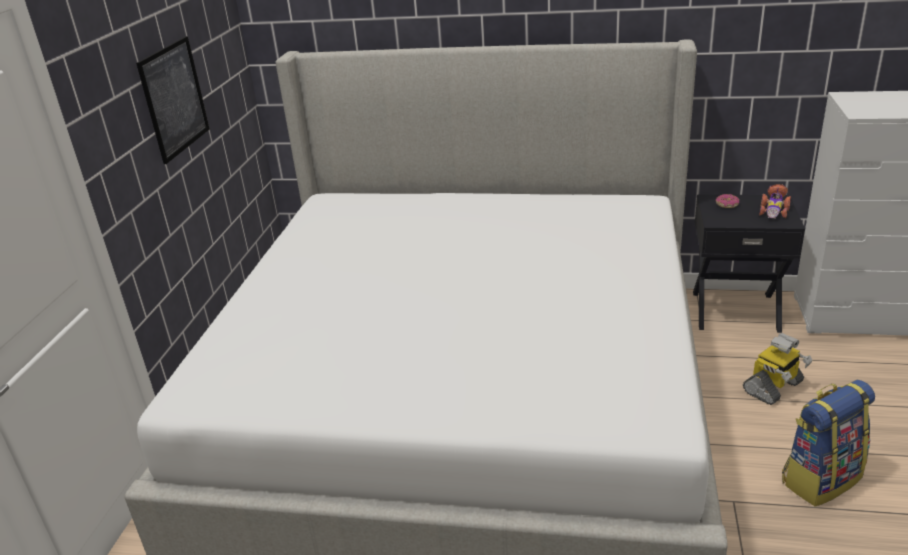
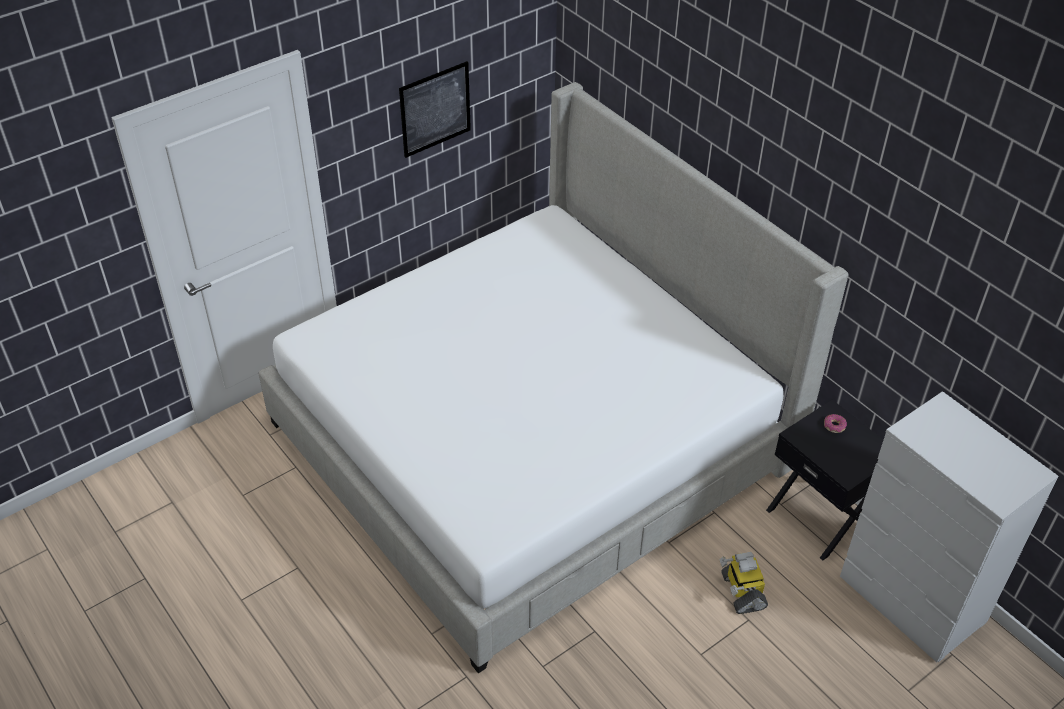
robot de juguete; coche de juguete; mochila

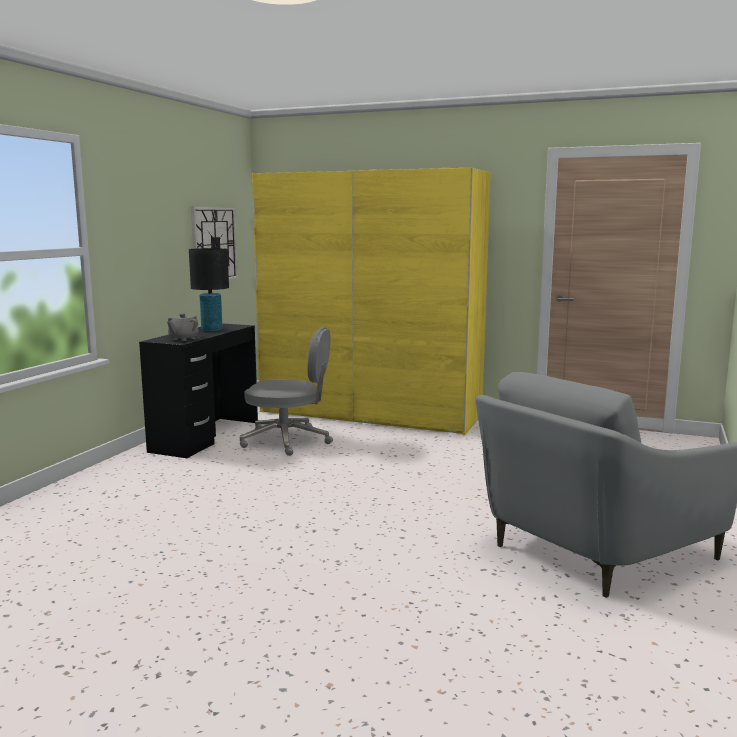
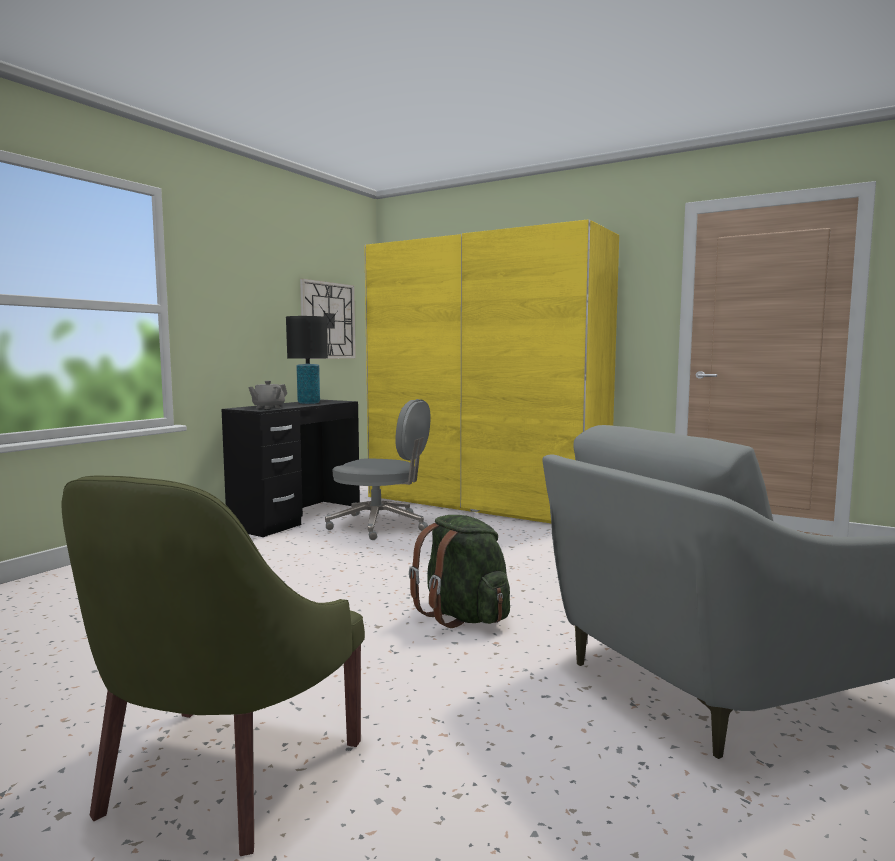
sillón [verde]; mochila [verde]

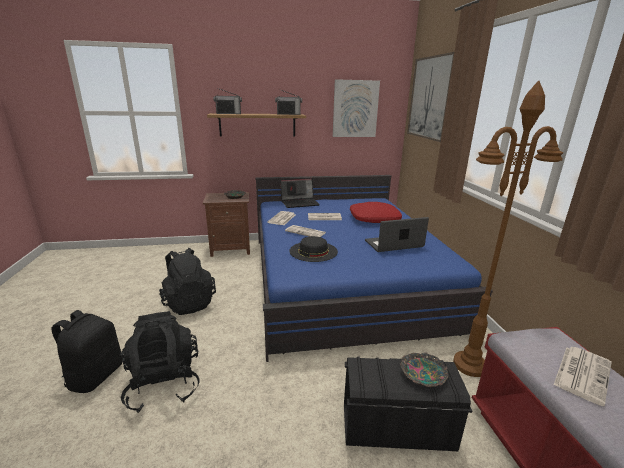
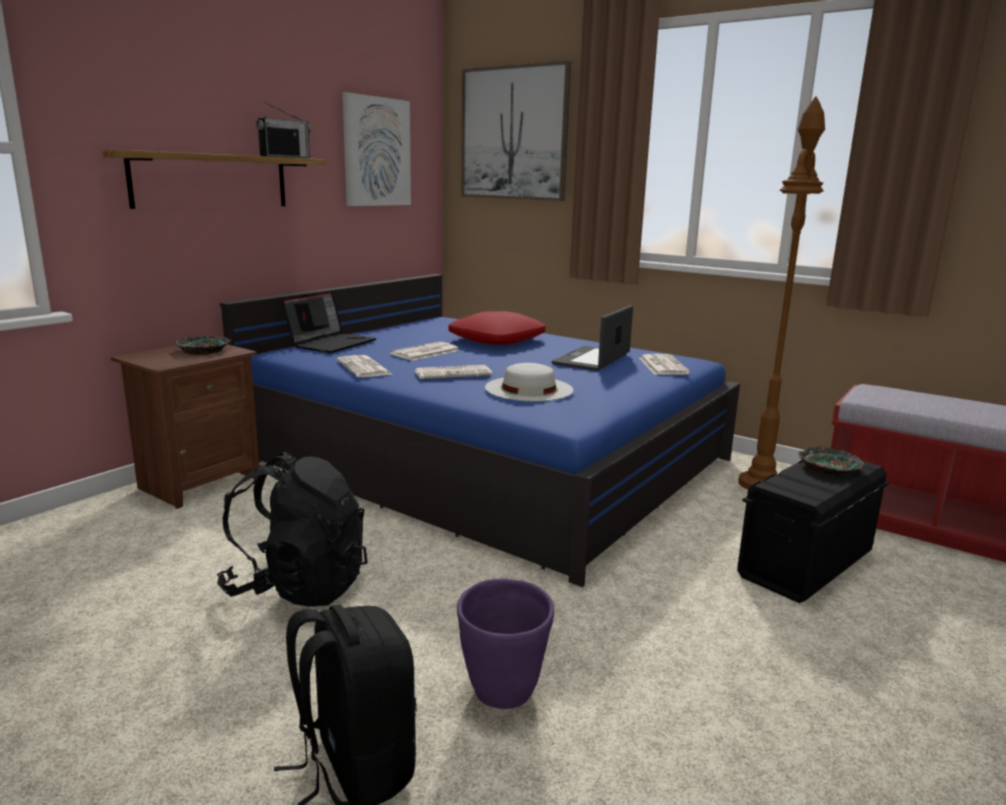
maceta [morado]; radio (no. 1 from left in the first image); sombrero [blanco]; periódico (no. 4 from left)

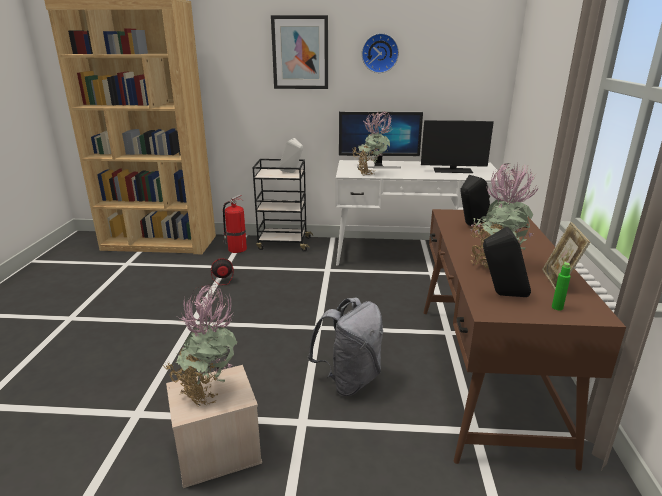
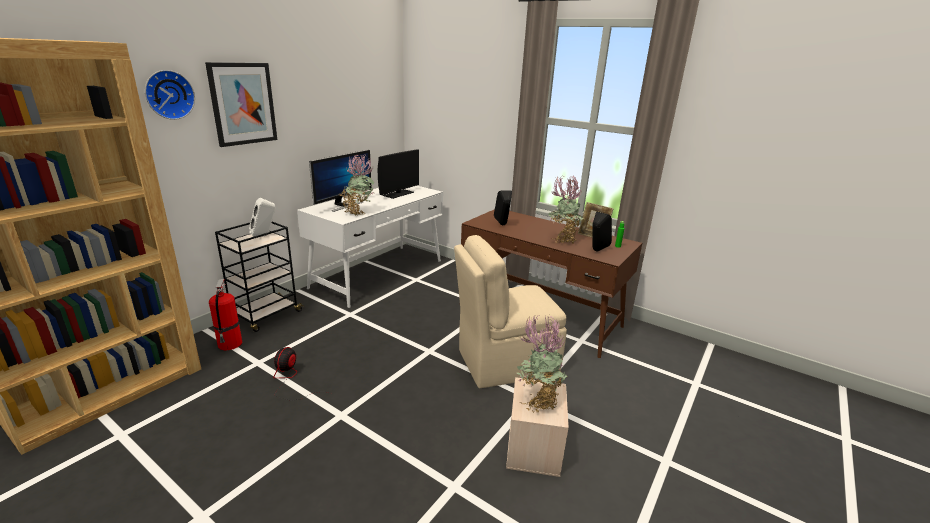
silla [beis]; reloj de pared

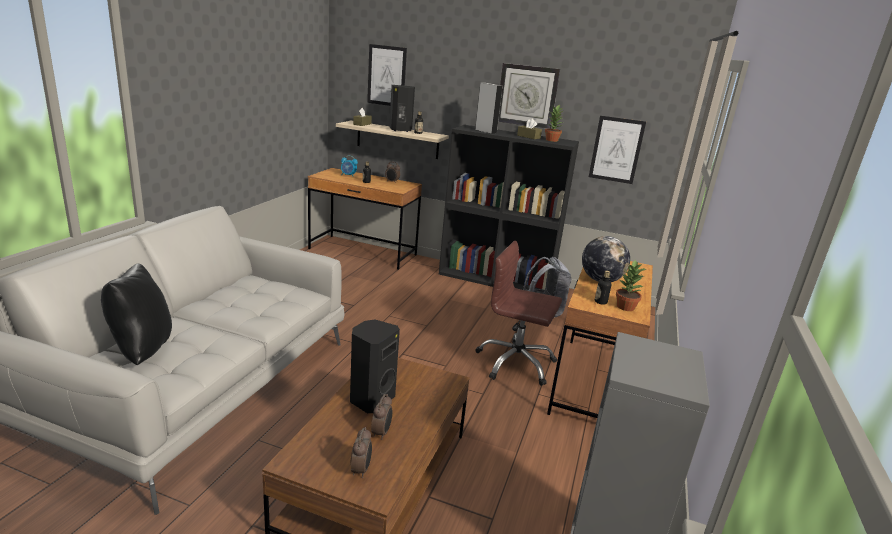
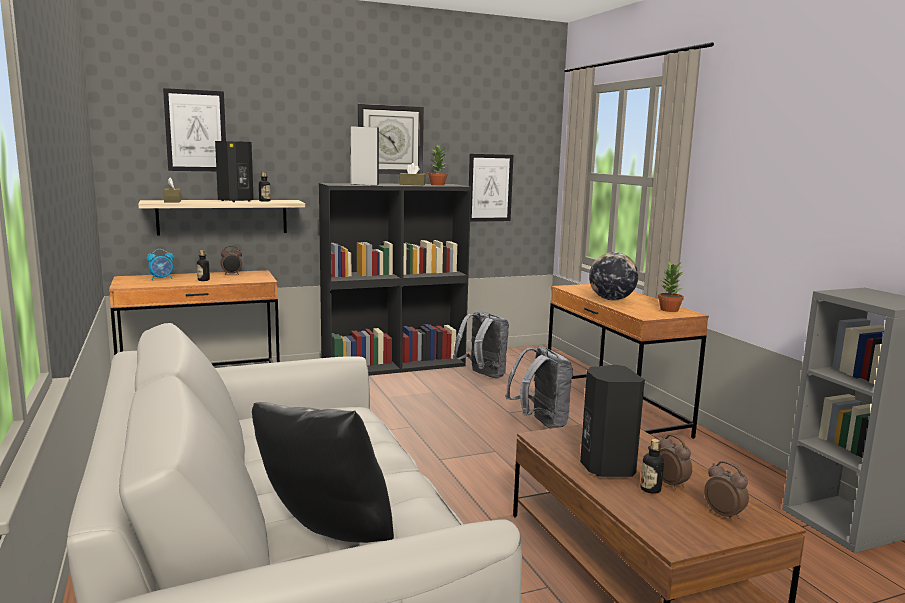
mochila [gris] (no. 2 from left); botella (no. 3 from left)

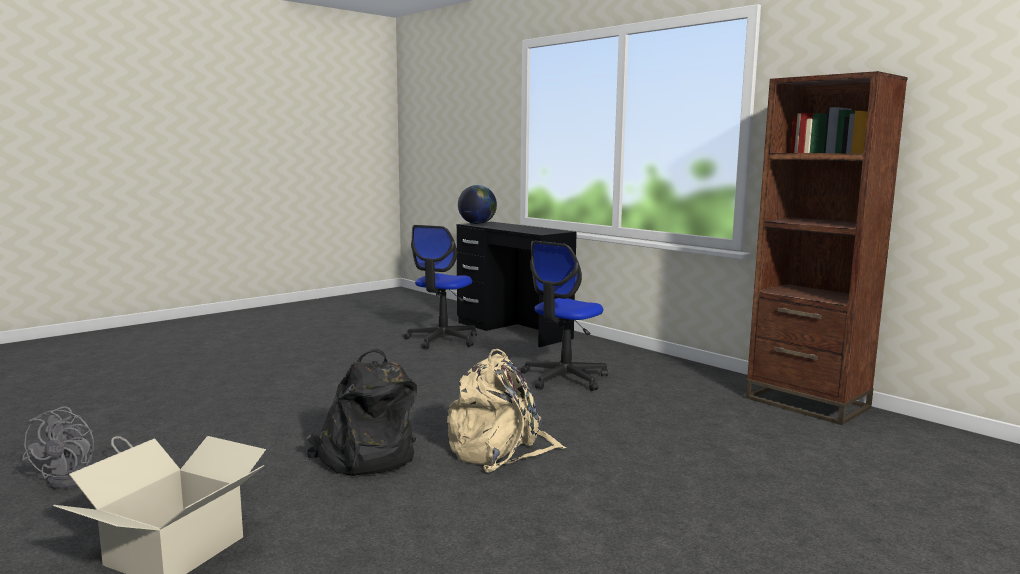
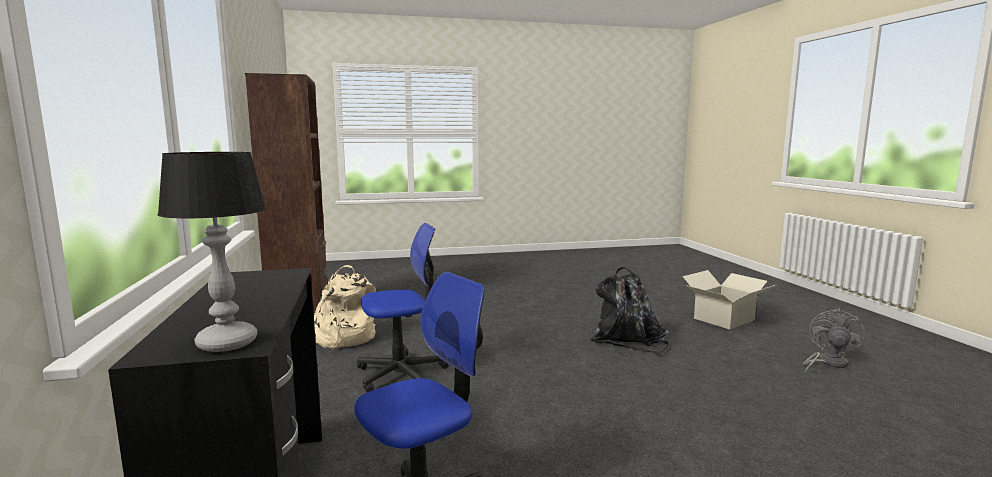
mochila [beis]; lámpara de mesa

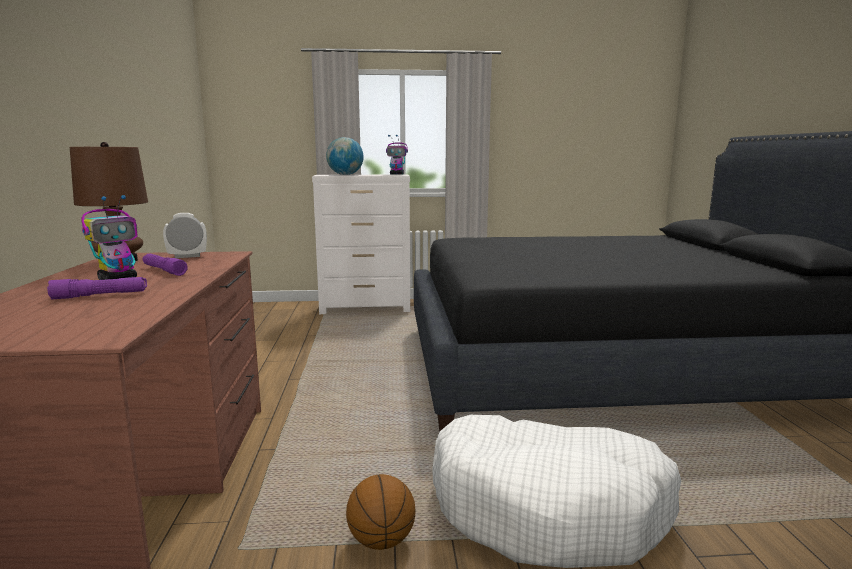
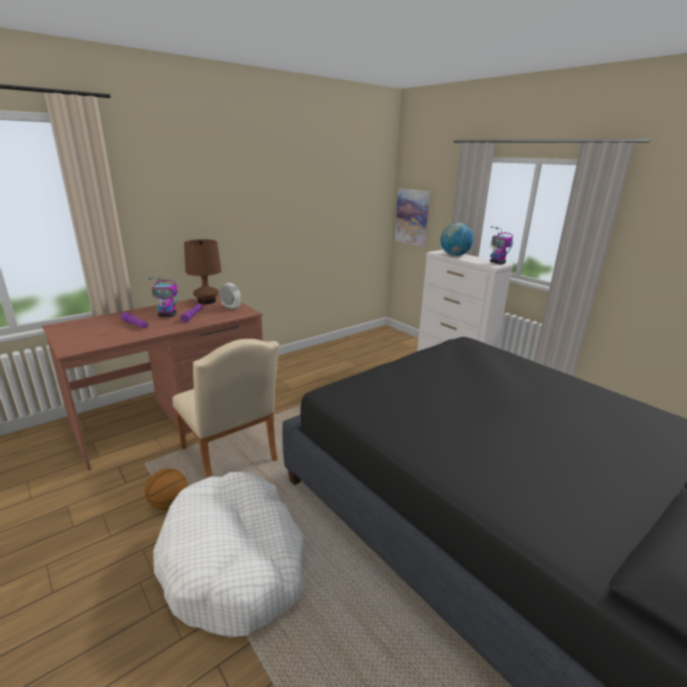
silla [beis]; cuadro

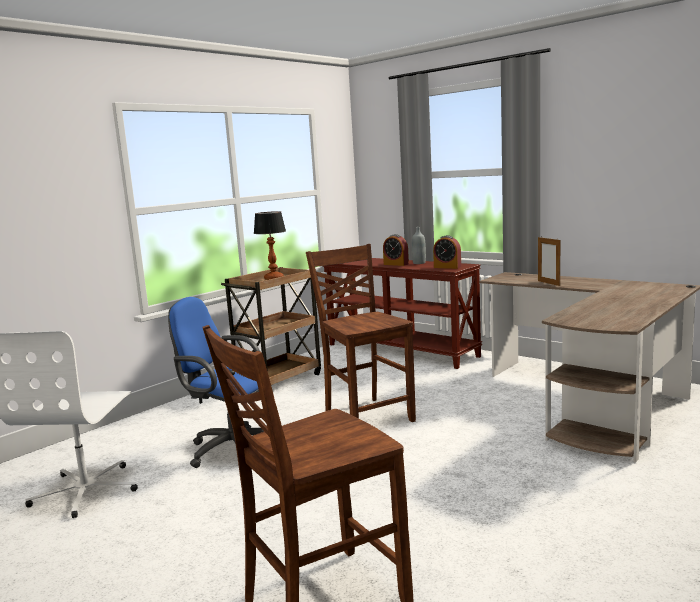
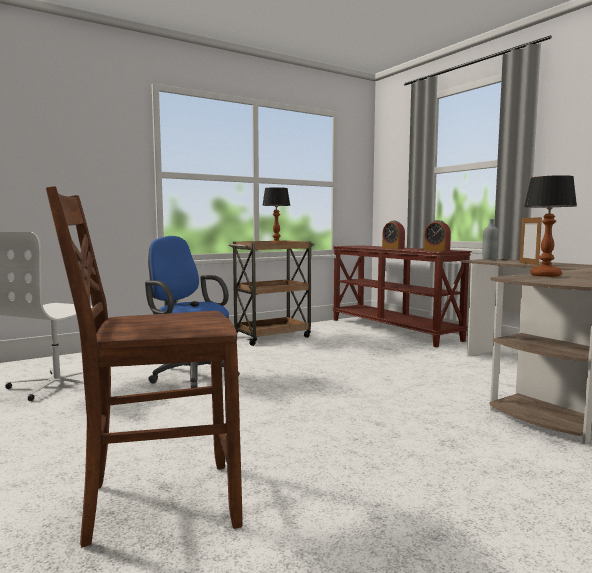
silla [marrón] (no. 2 from left in the first image); botella [gris]; lámpara de mesa (no. 2 from left)

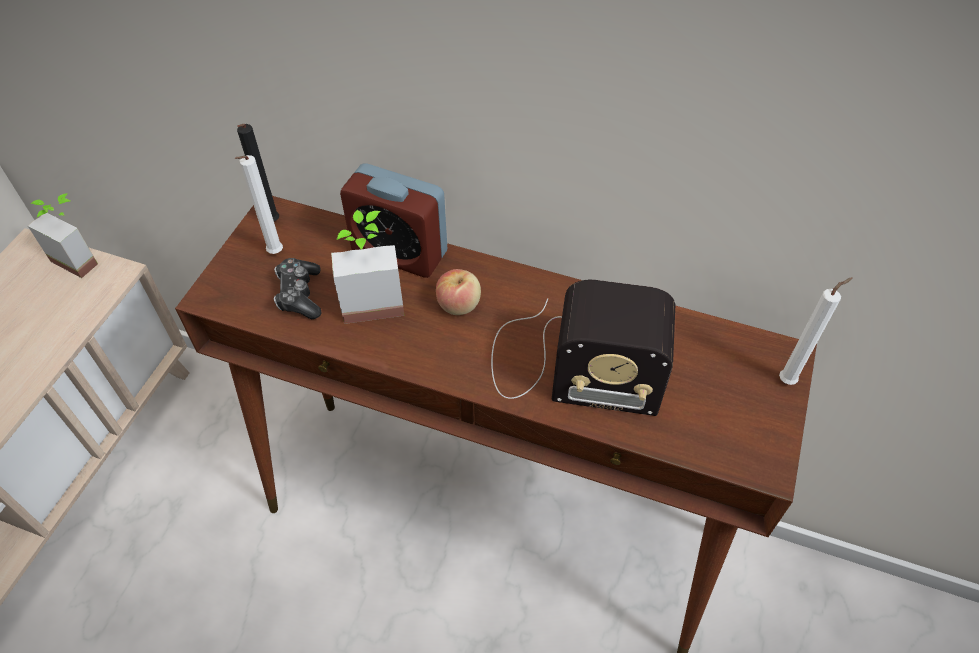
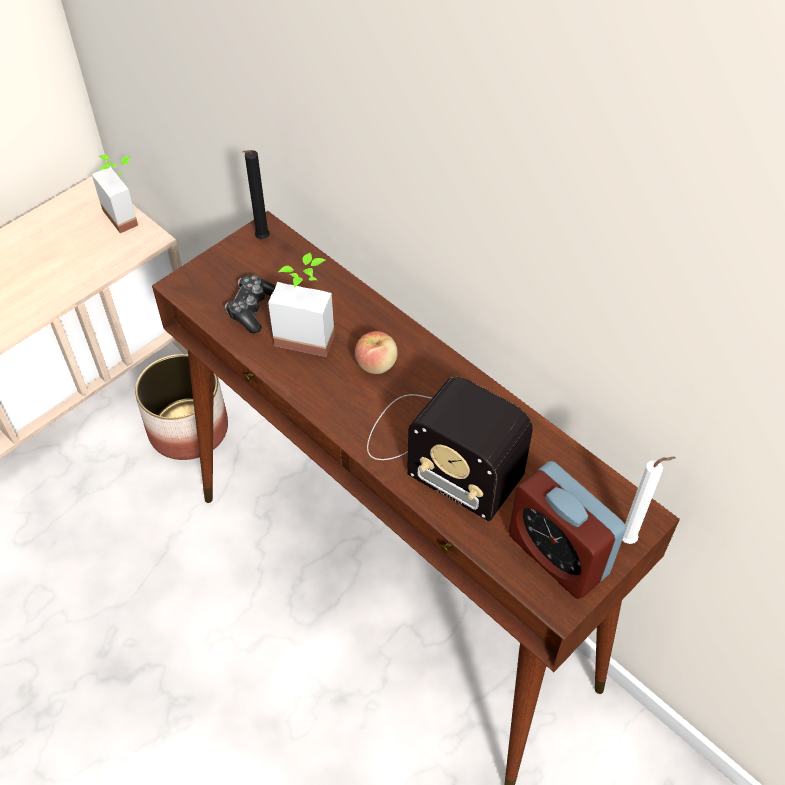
vela [blanco] (no. 1 from left in the first image); despertador; maceta

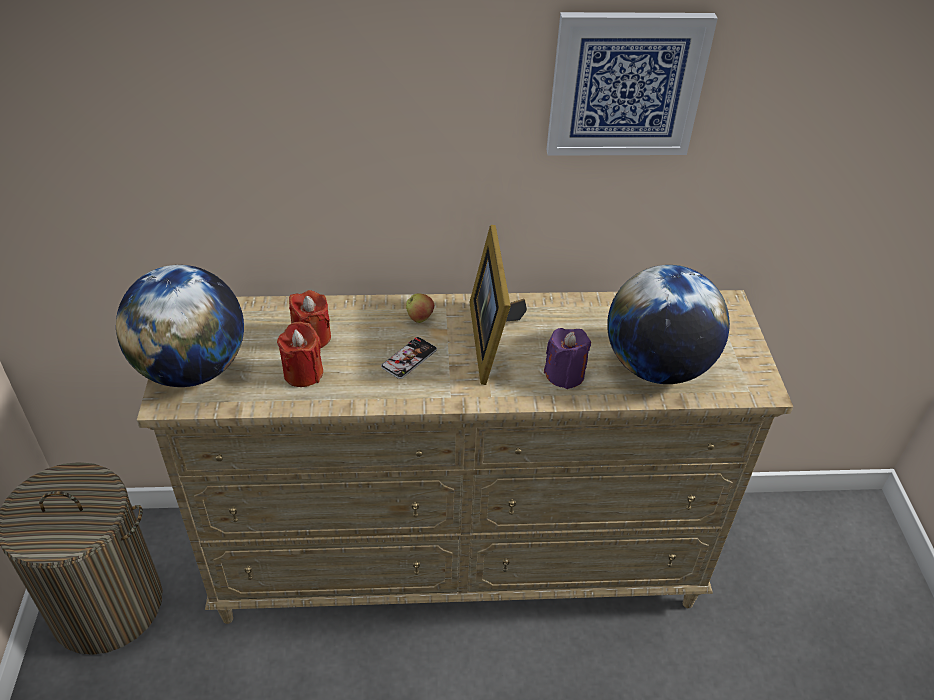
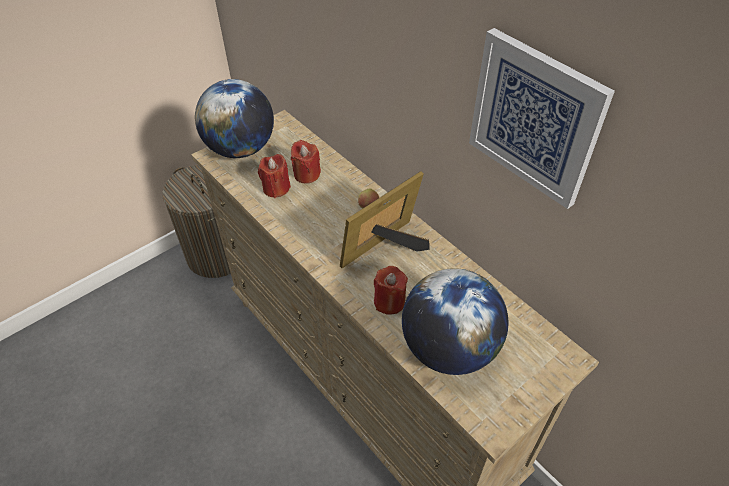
móvil; vela [rojo] (no. 3 from left)

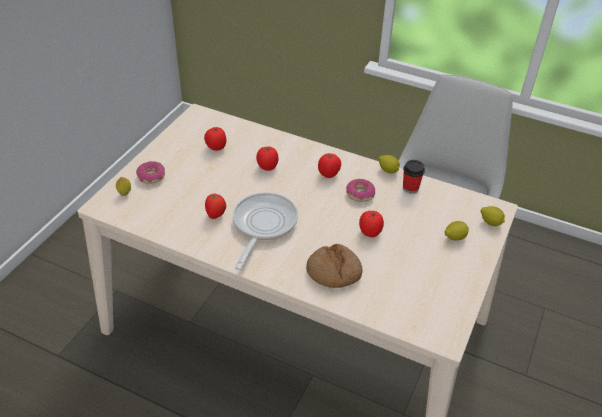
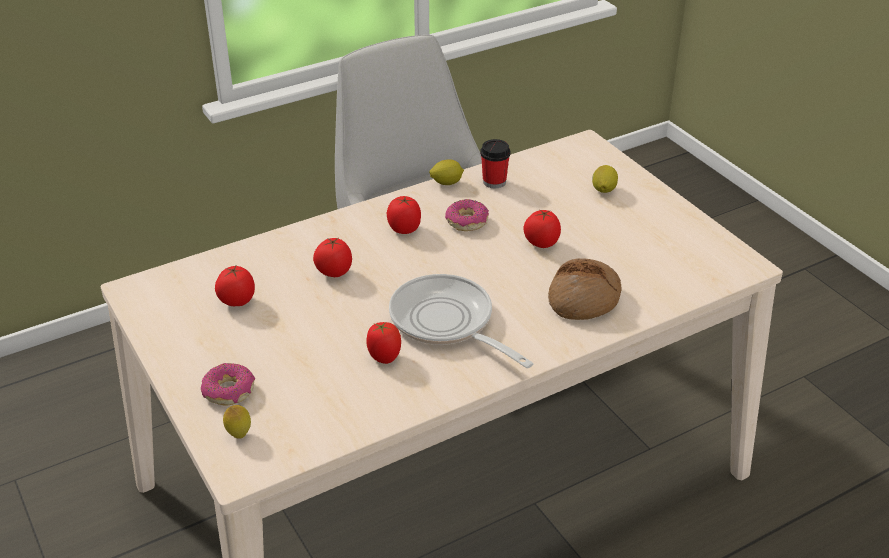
limón (no. 4 from left in the first image)

